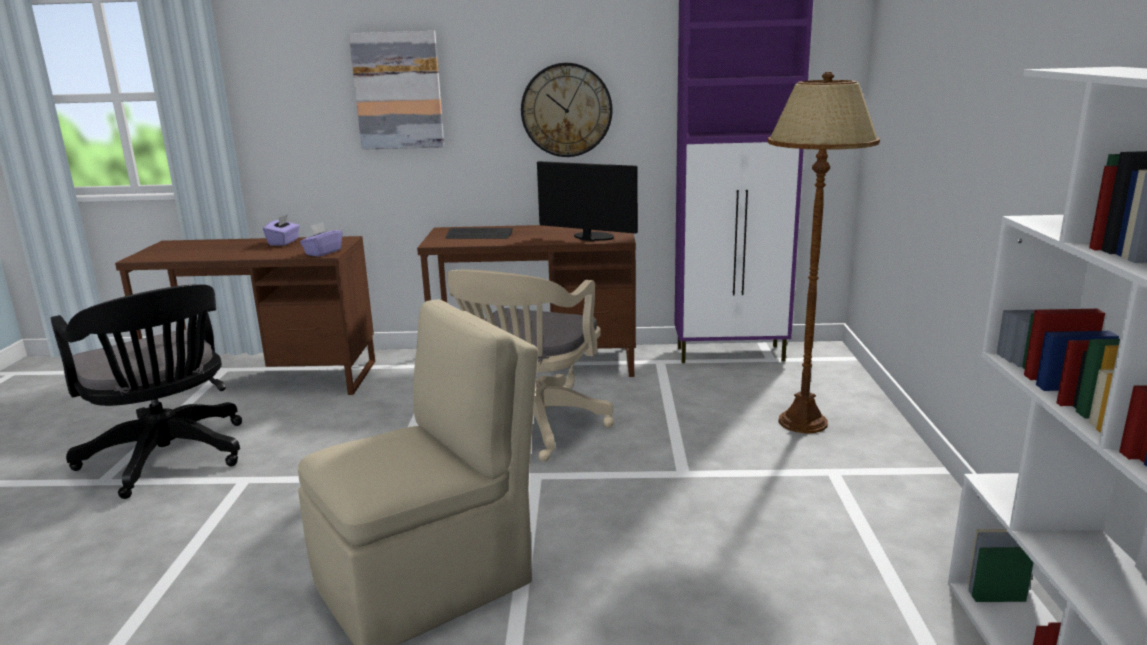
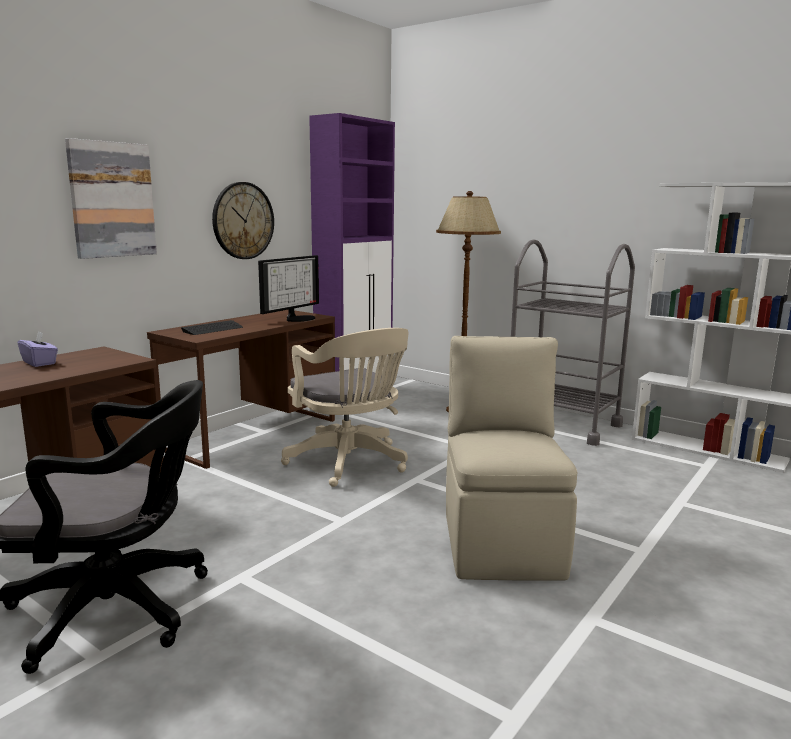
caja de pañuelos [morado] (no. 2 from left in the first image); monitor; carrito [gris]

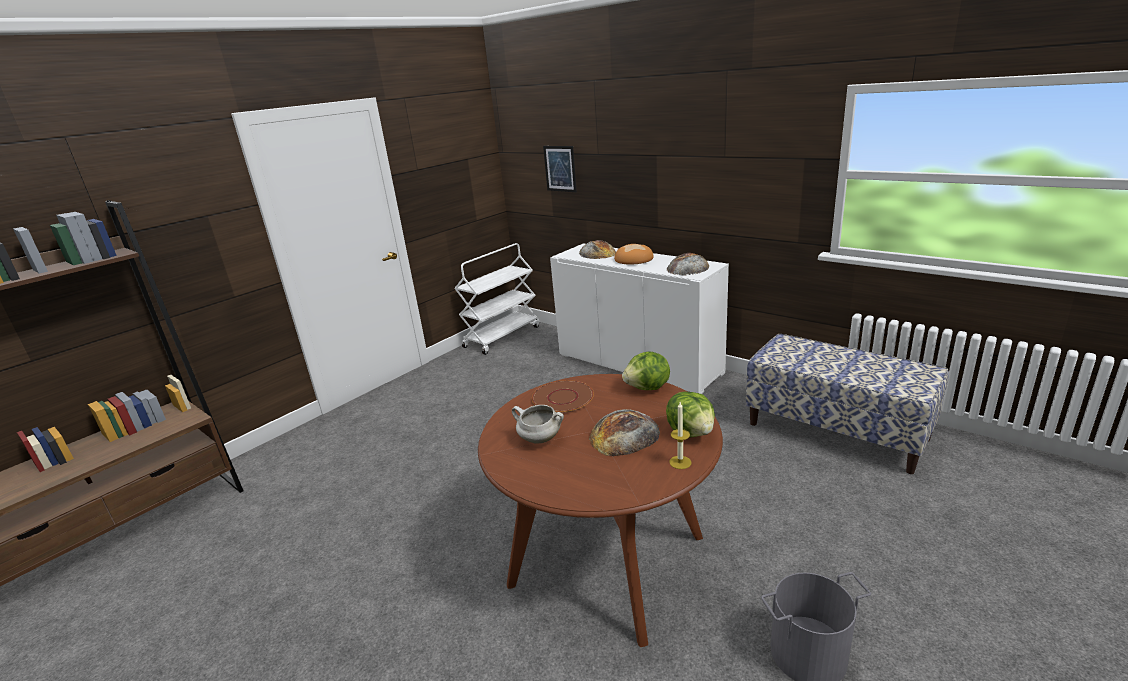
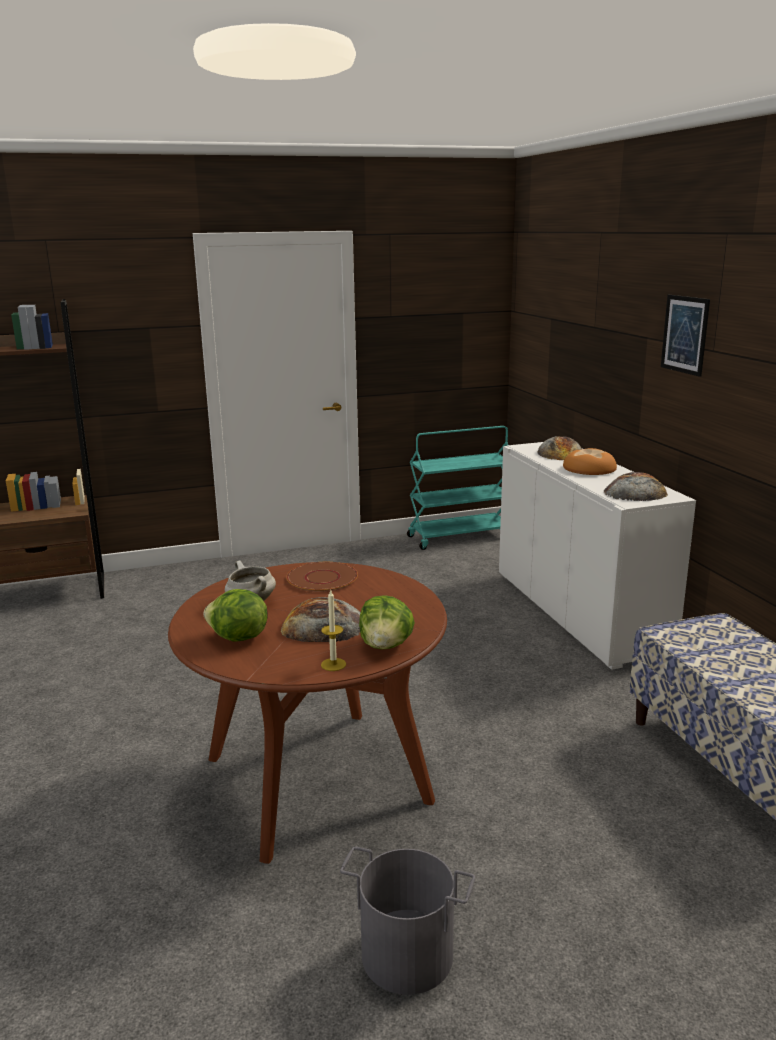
carrito [turquesa]; cuadro; lechuga (no. 1 from left)

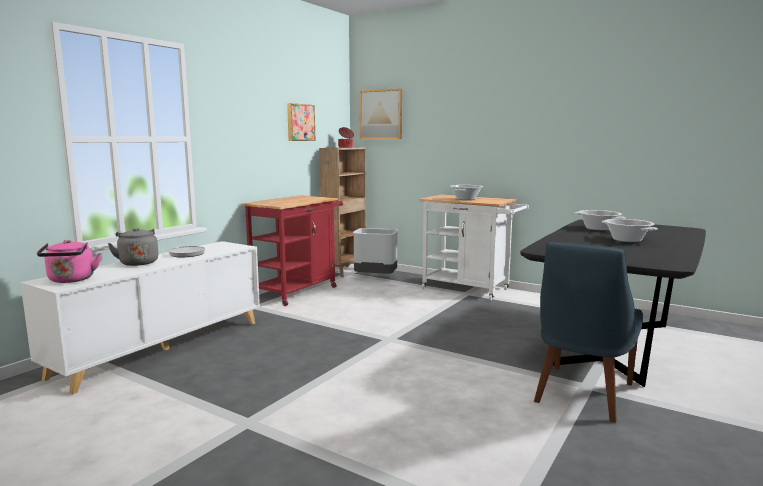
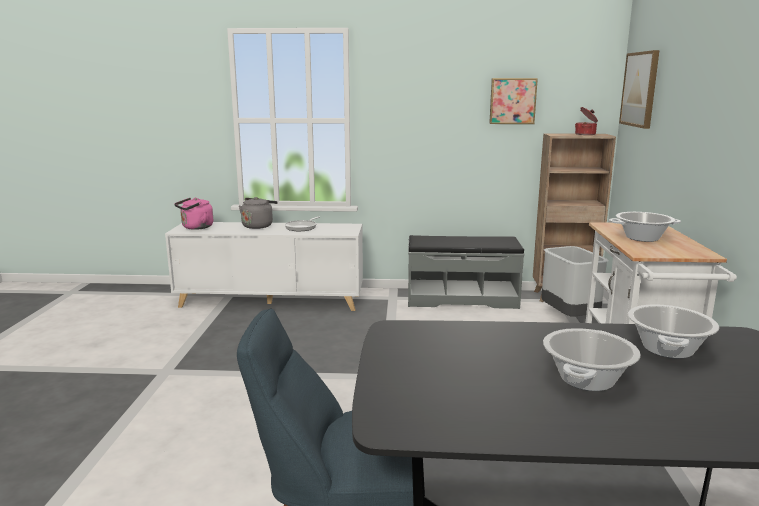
banco [gris]

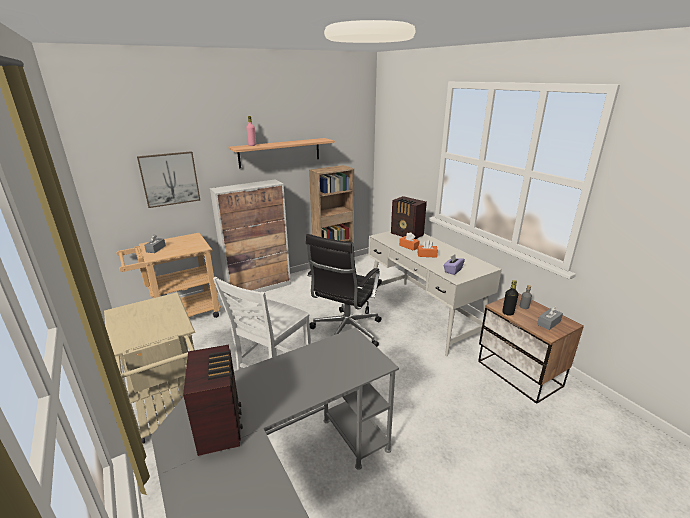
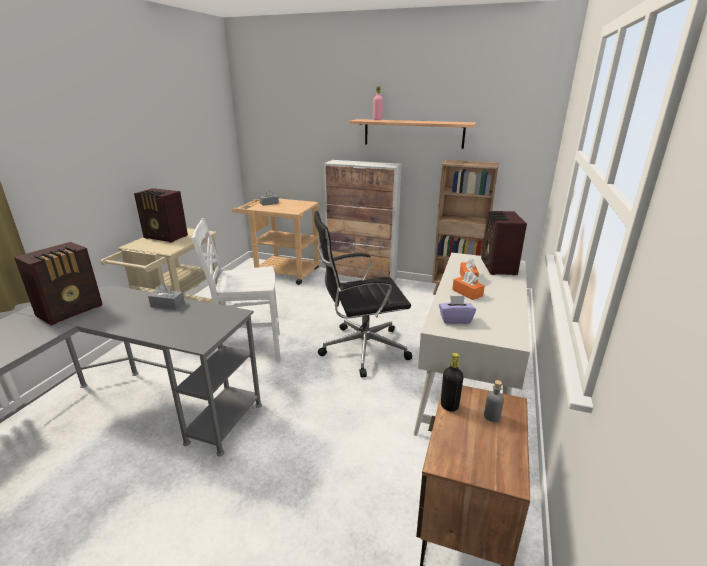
cuadro; caja de pañuelos [gris] (no. 1 from left); radio (no. 2 from left)

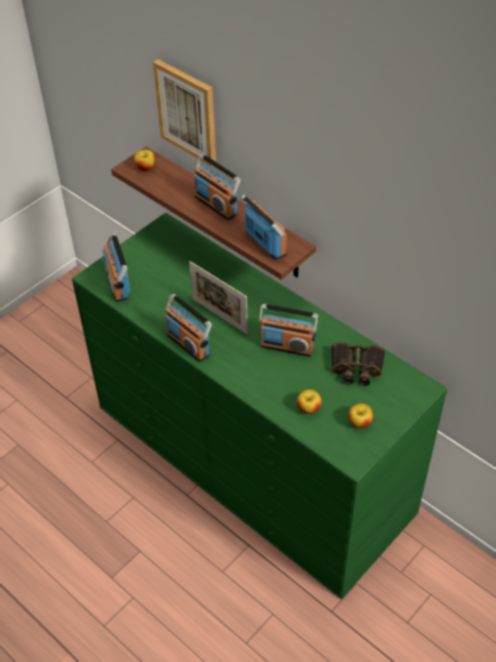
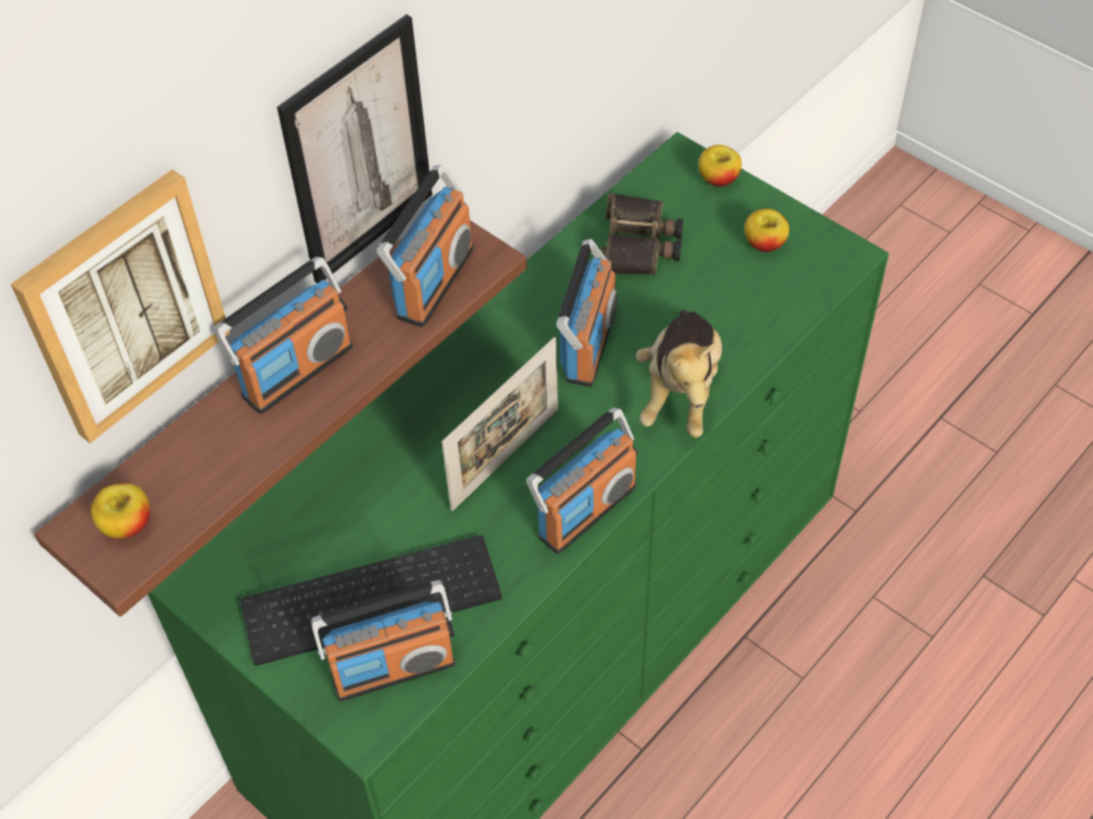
radio (no. 3 from left); manzana (no. 2 from left); teclado; cuadro (no. 2 from left); peluche

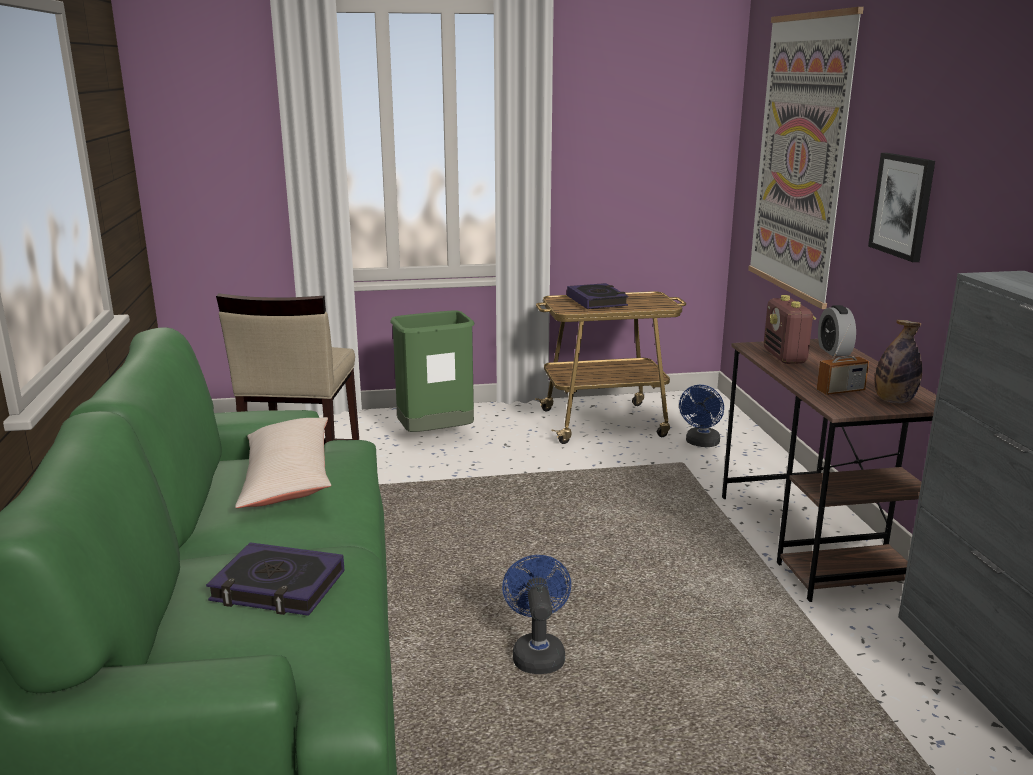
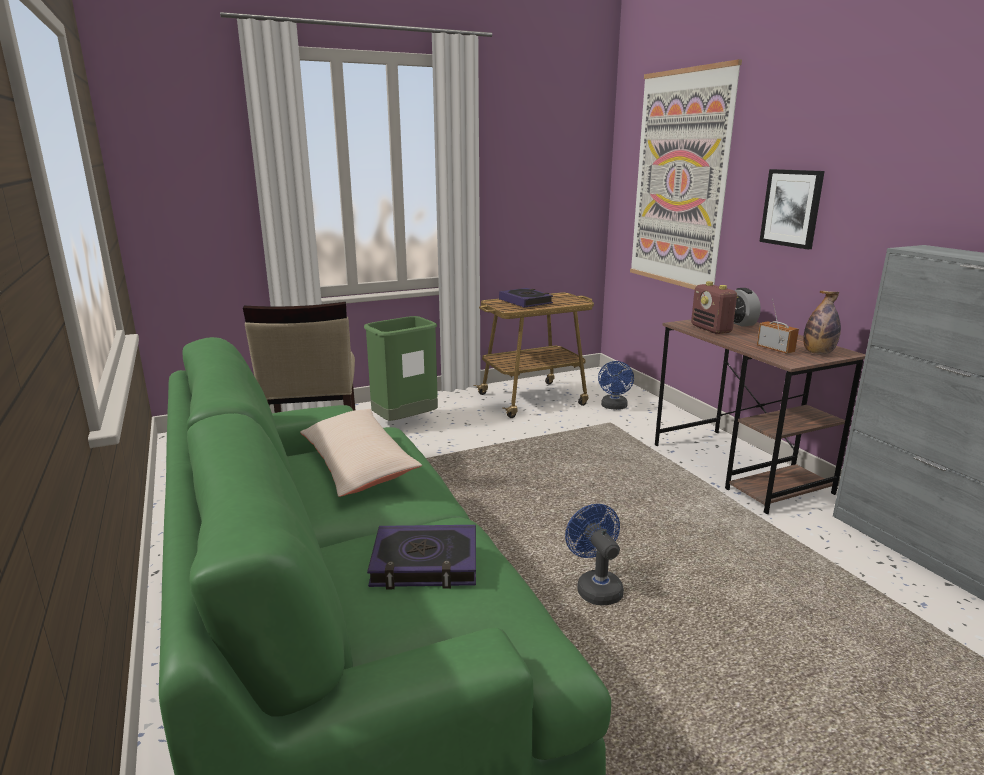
radio (no. 2 from left)

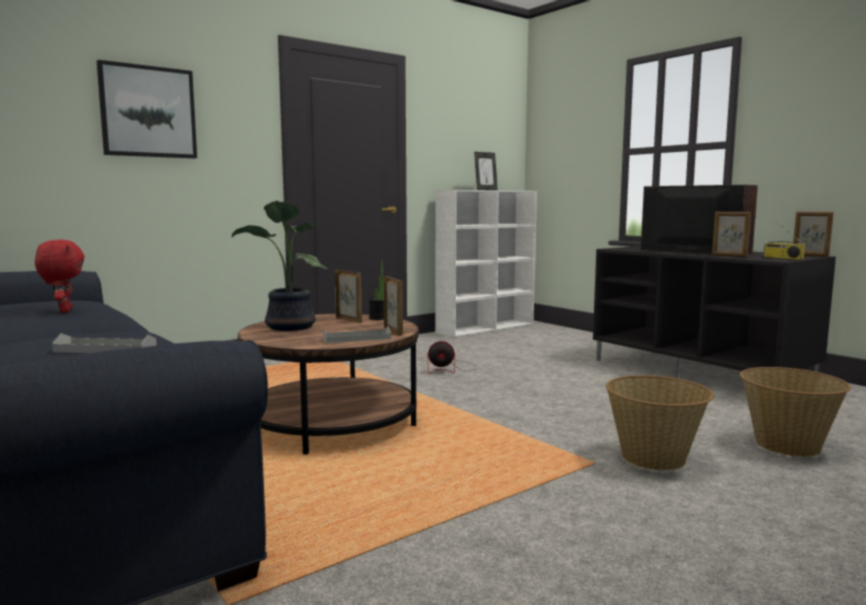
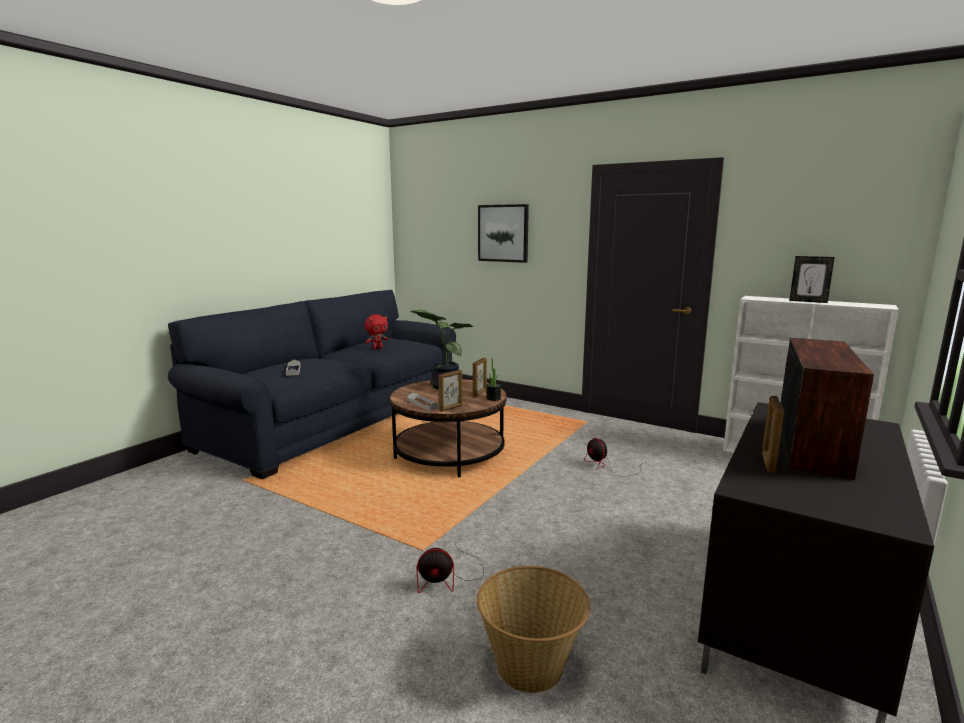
ventilador (no. 1 from left); radio; portarretratos (no. 5 from left in the first image)

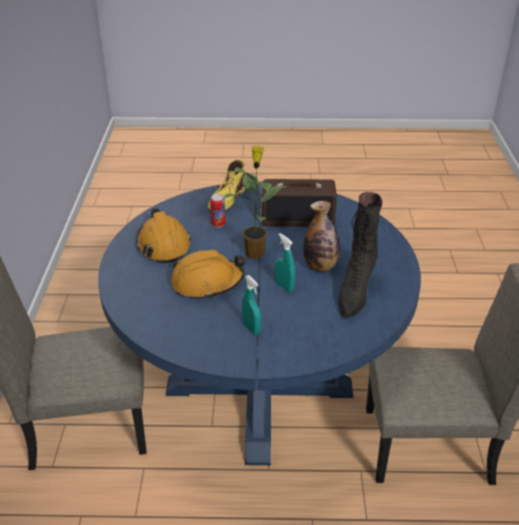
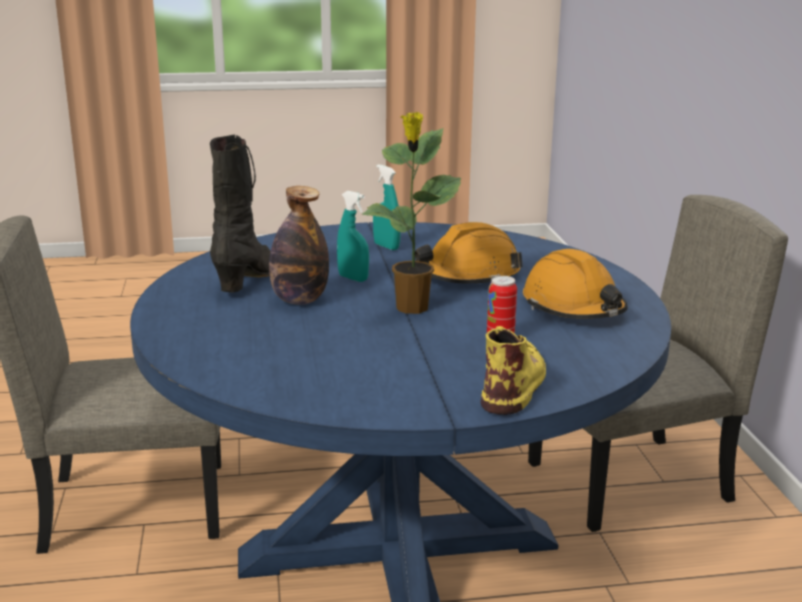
radio

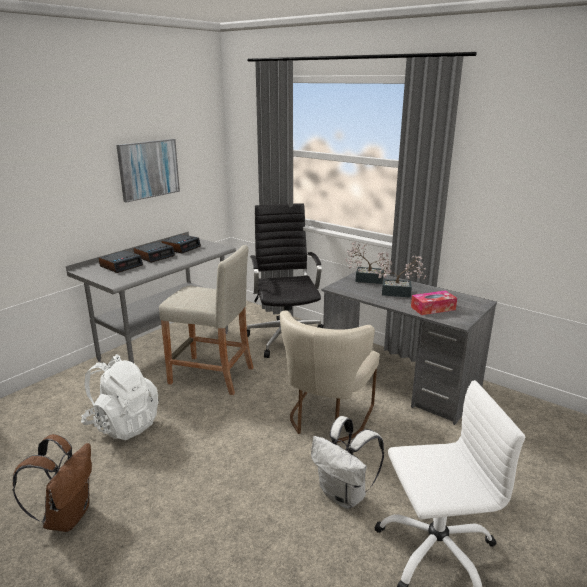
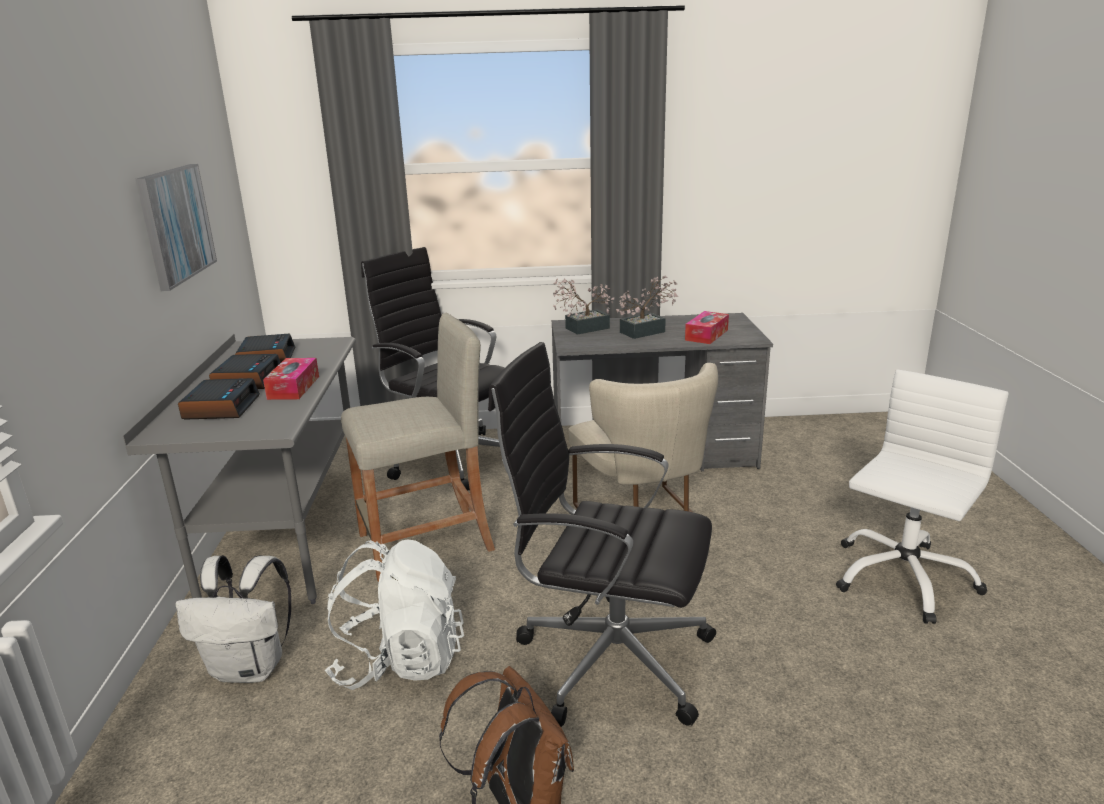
mochila [blanco] (no. 1 from left); caja de pañuelos (no. 1 from left); silla de oficina [negro] (no. 2 from left)

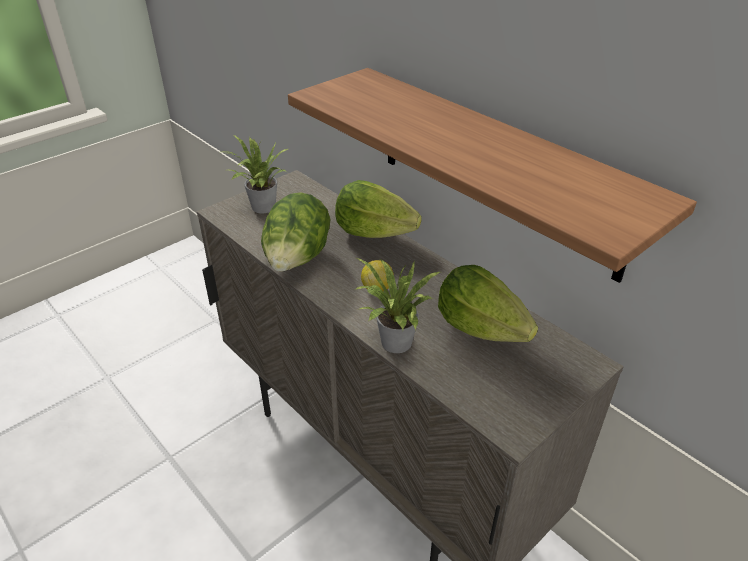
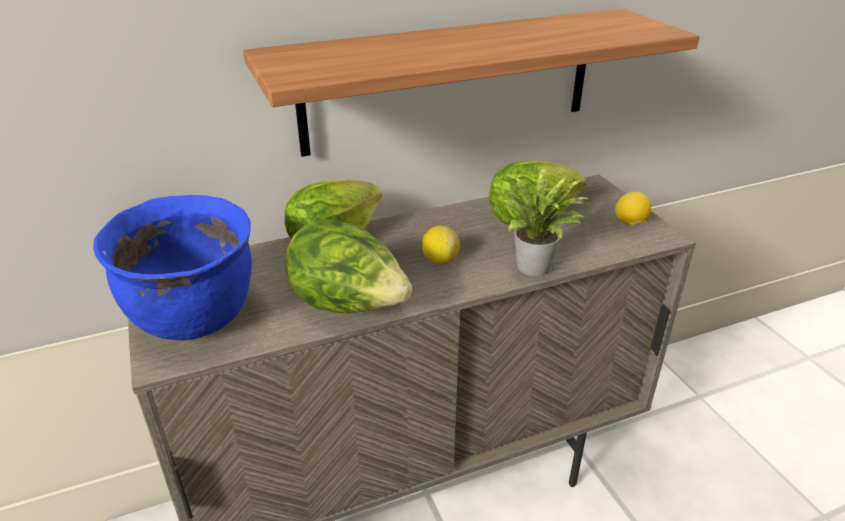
olla [azul]; limón (no. 2 from left)

